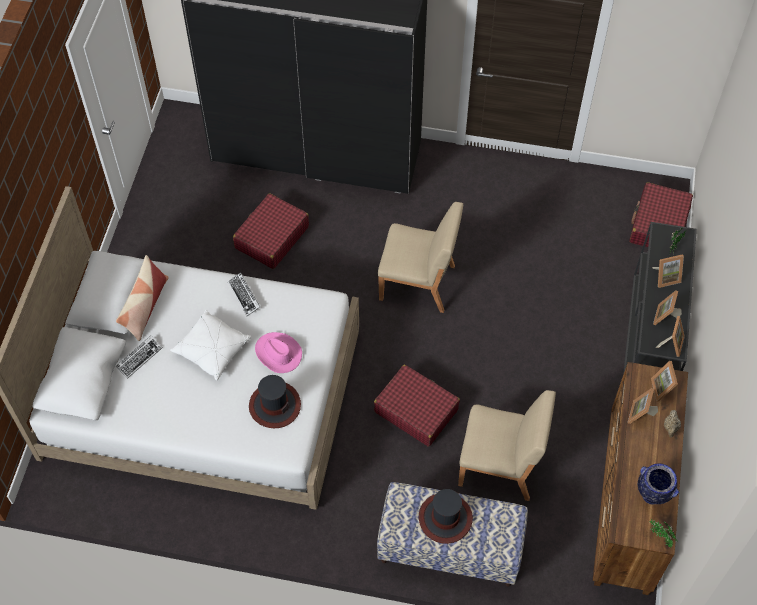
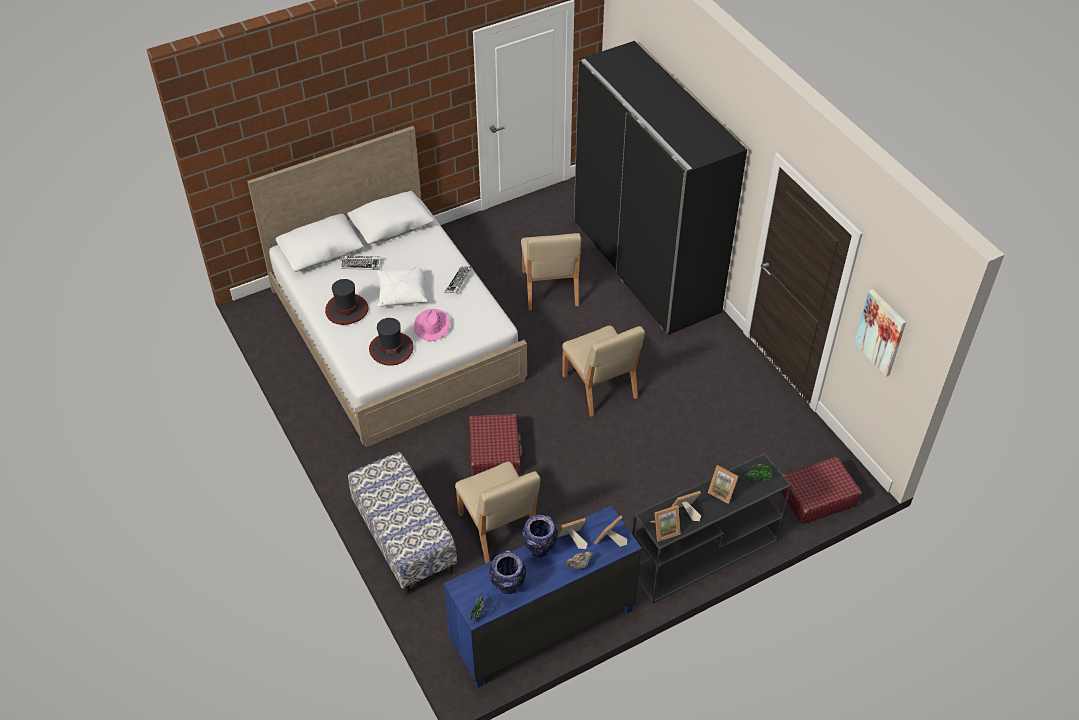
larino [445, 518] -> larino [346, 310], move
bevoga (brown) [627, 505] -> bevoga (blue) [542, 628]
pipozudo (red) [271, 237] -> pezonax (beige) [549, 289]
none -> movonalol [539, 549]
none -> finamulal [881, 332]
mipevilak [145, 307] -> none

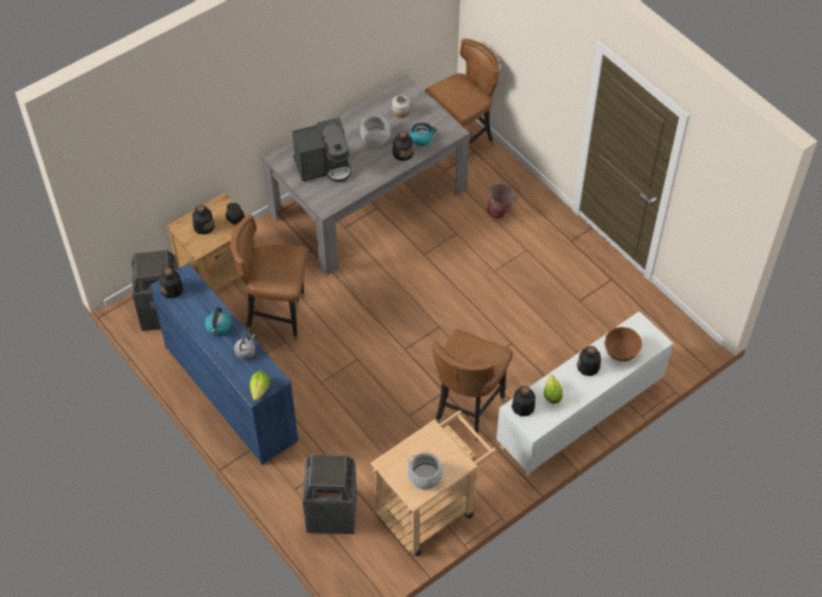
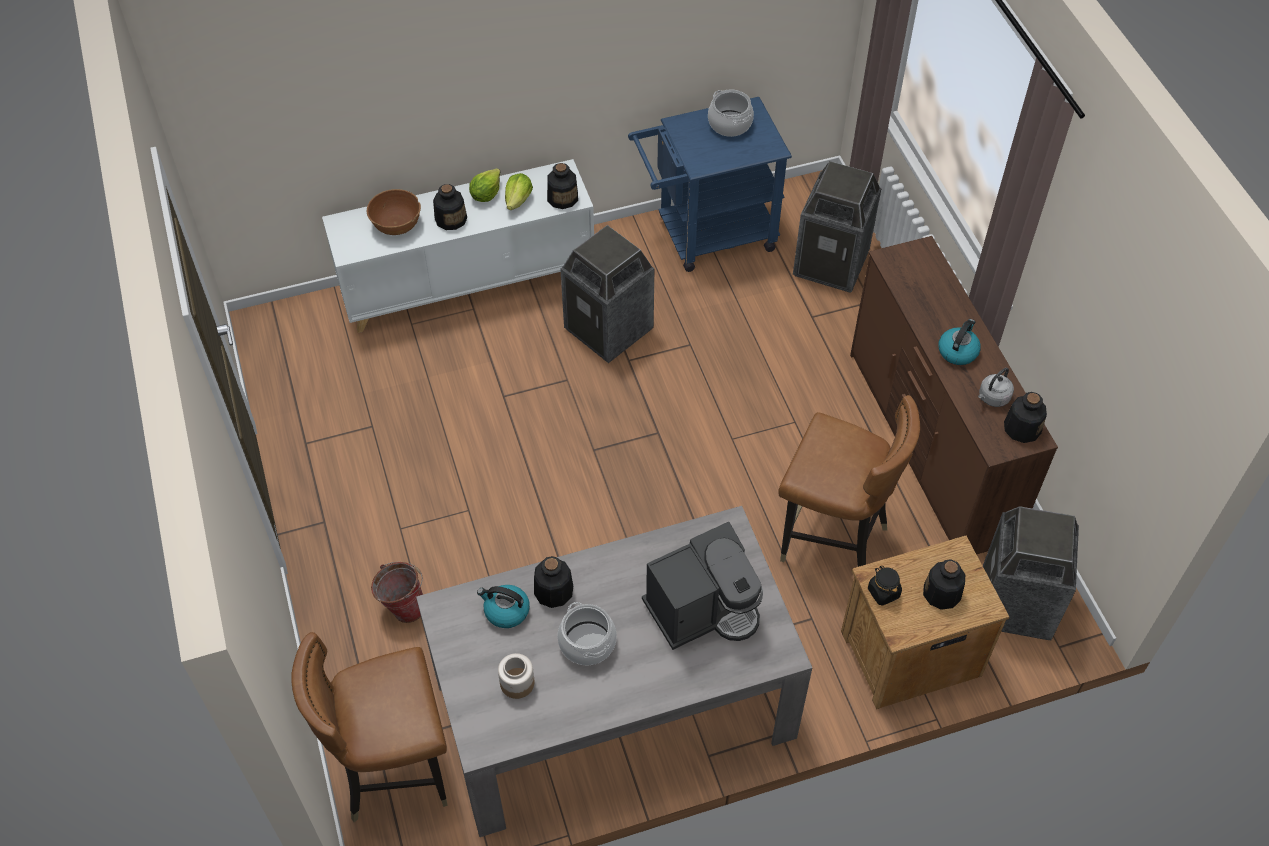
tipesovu [260, 390] -> tipesovu [486, 194], move
pezonax (brown) [467, 410] -> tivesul [609, 329]
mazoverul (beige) [431, 508] -> mazoverul (blue) [706, 235]
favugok [324, 166] -> favugok [703, 609], 150 degrees clockwise
bevoga (blue) [231, 392] -> bevoga (brown) [929, 446]
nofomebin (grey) [246, 351] -> nofomebin (grey) [992, 398], move

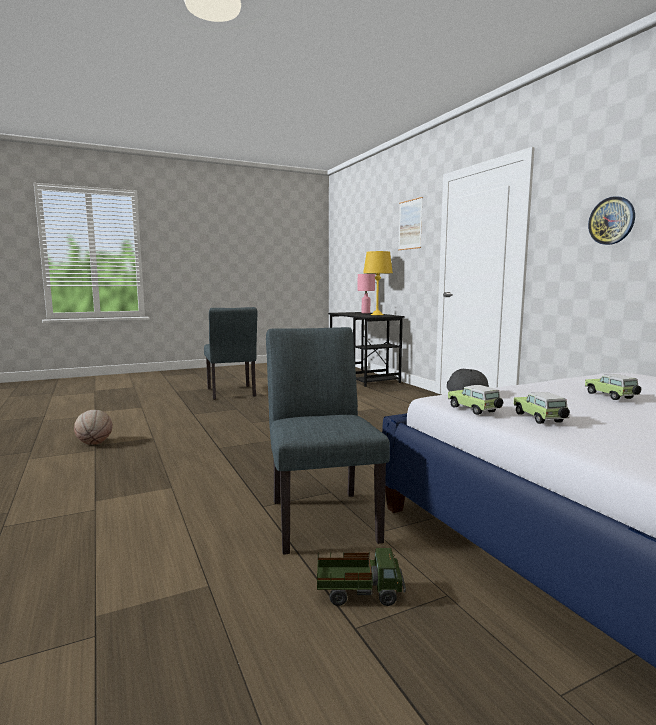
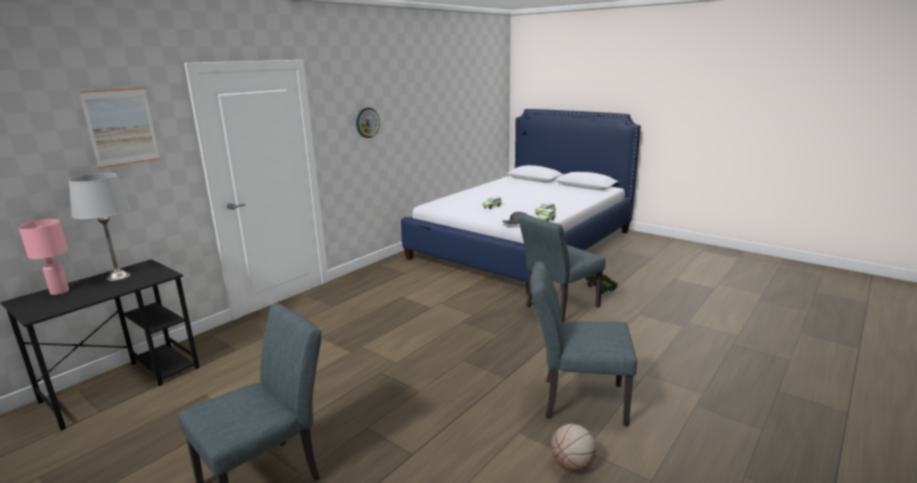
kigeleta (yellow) [377, 314] -> kigeleta (grey) [118, 276]
none -> pezonax (grey) [576, 400]

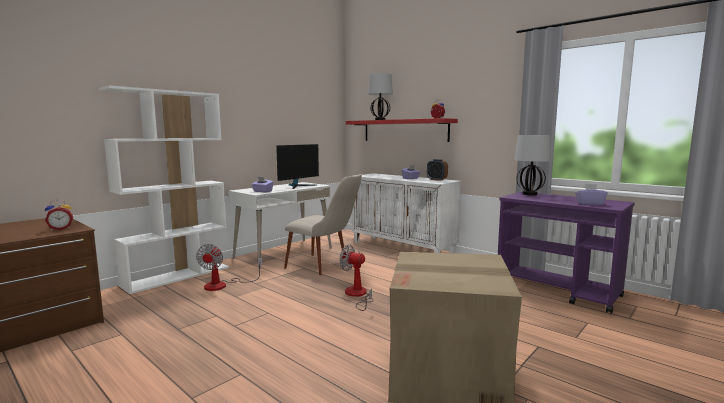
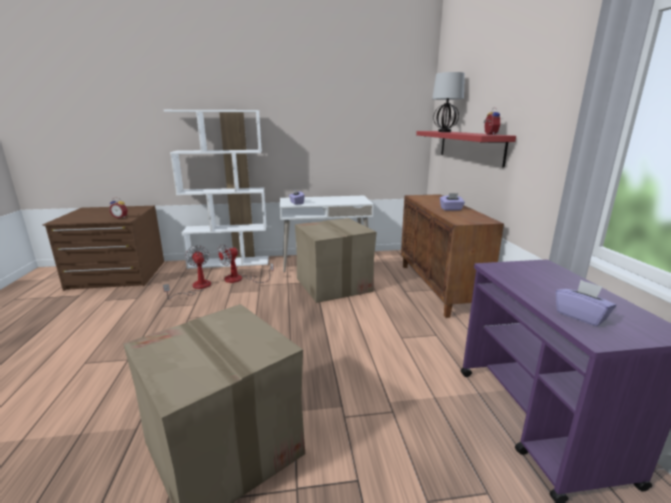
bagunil [357, 295] -> bagunil [196, 287], move
pezonax (beige) [325, 266] -> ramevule [334, 285]
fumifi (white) [403, 248] -> fumifi (brown) [439, 287]
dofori [298, 186] -> none
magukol [436, 179] -> none
kigeleta [529, 194] -> none

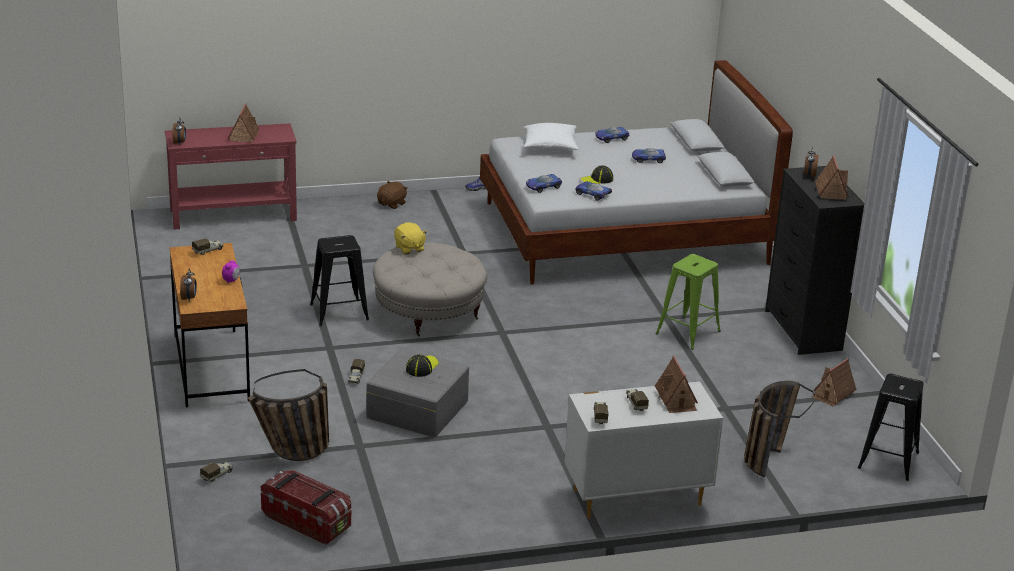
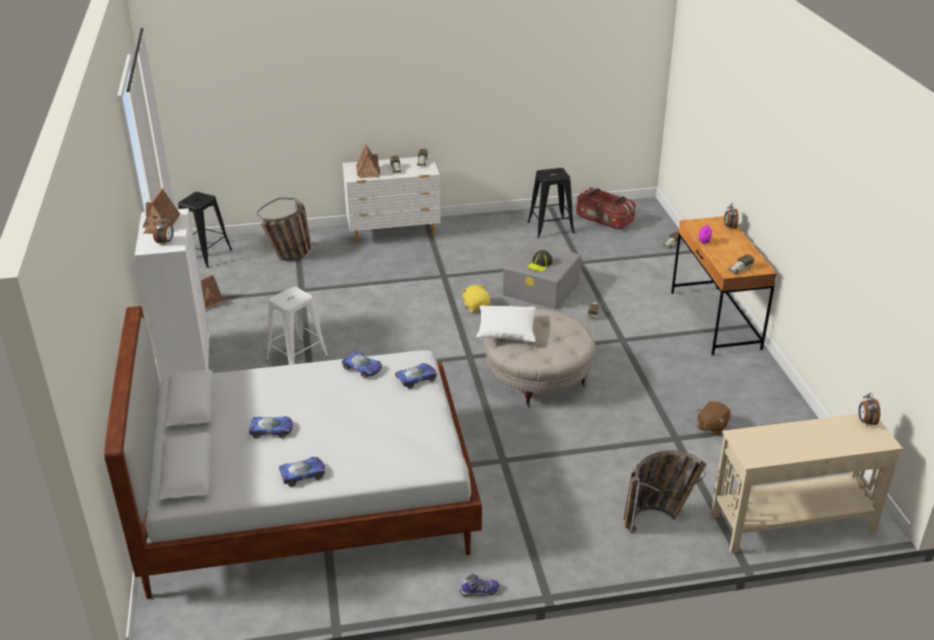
bevoga (black) [803, 331] -> bevoga (white) [187, 361]
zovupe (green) [687, 333] -> zovupe (white) [298, 358]
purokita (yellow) [409, 248] -> purokita (yellow) [476, 307], move
mipevilak (white) [550, 146] -> mipevilak (white) [506, 331], move
zovupe (black) [339, 312] -> zovupe (black) [550, 228], move
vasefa [291, 453] -> vasefa [658, 518], move
purokita (brown) [392, 204] -> purokita (brown) [711, 427], move
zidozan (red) [234, 215] -> zidozan (beige) [791, 523]
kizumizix [244, 135] -> none
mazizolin [597, 180] -> none

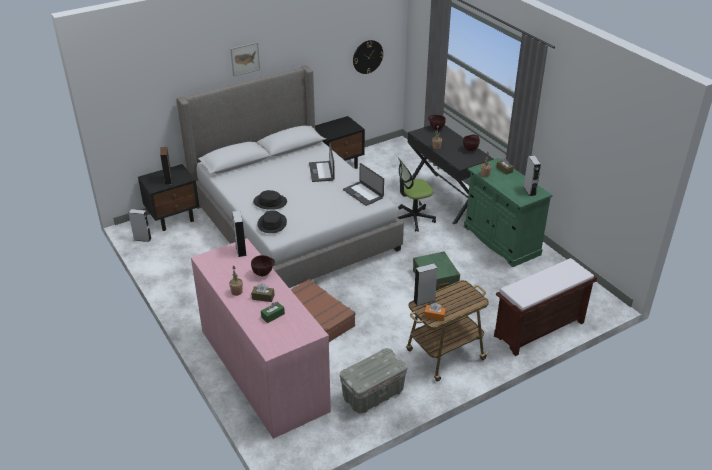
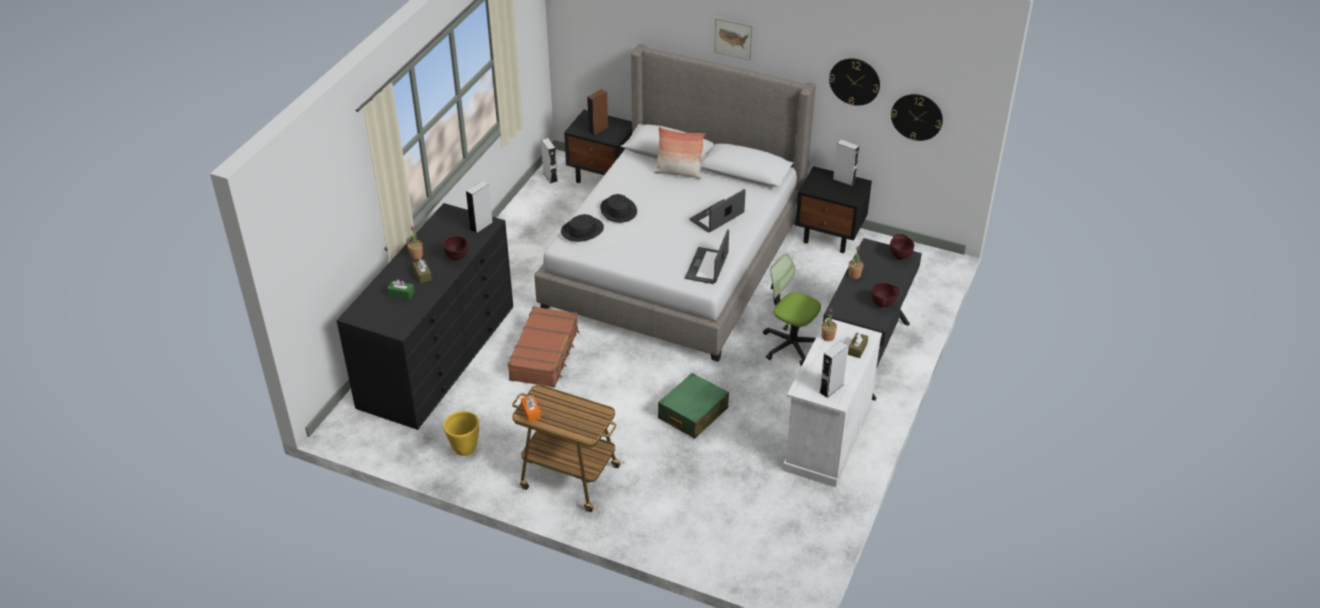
bevoga (pink) [263, 369] -> bevoga (black) [437, 355]
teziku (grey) [373, 395] -> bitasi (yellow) [464, 449]
none -> mipevilak [679, 173]
fumifi (green) [501, 241] -> fumifi (white) [827, 439]
none -> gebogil [854, 81]
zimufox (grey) [424, 300] -> zimufox (grey) [844, 180], move
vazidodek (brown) [538, 330] -> none

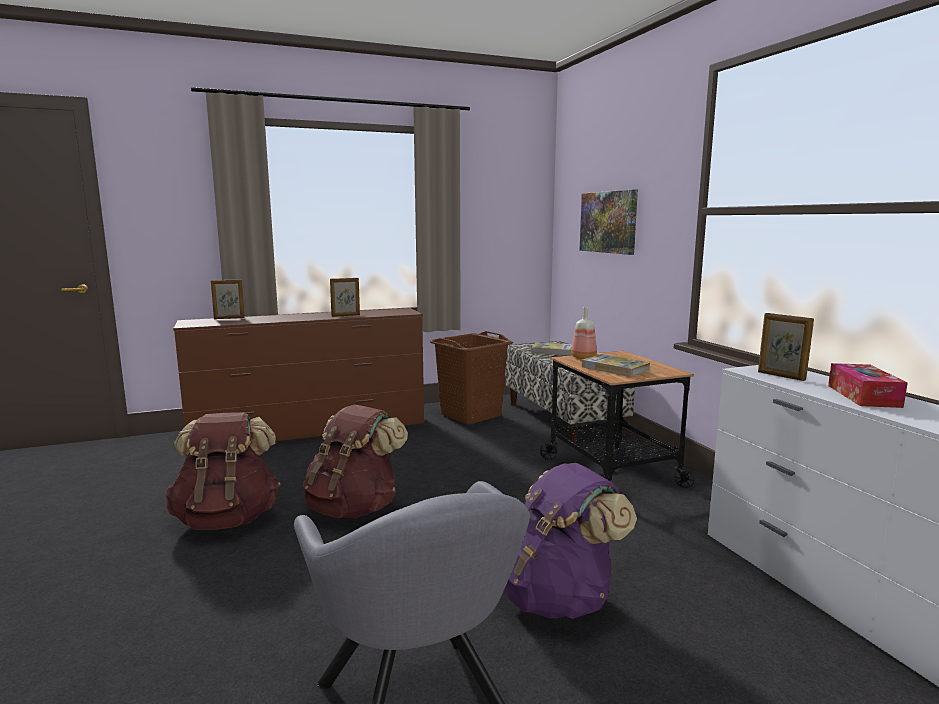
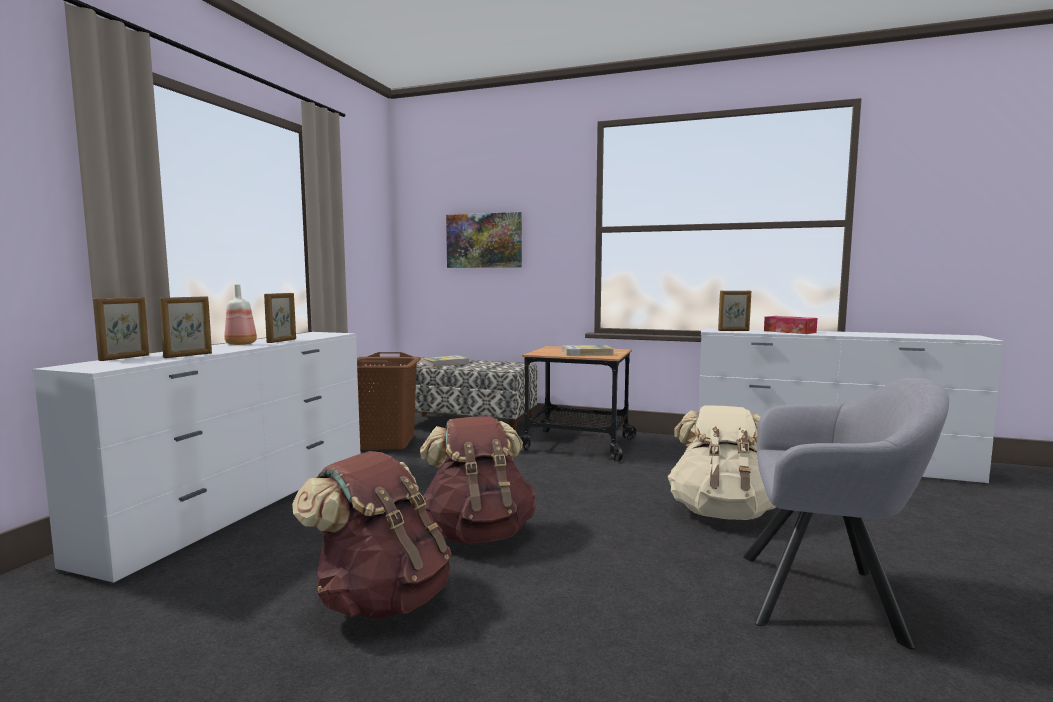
bevoga (brown) [311, 431] -> bevoga (white) [244, 503]
none -> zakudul [188, 355]
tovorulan [583, 357] -> tovorulan [240, 344], move
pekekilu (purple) [557, 598] -> pekekilu (beige) [721, 513]

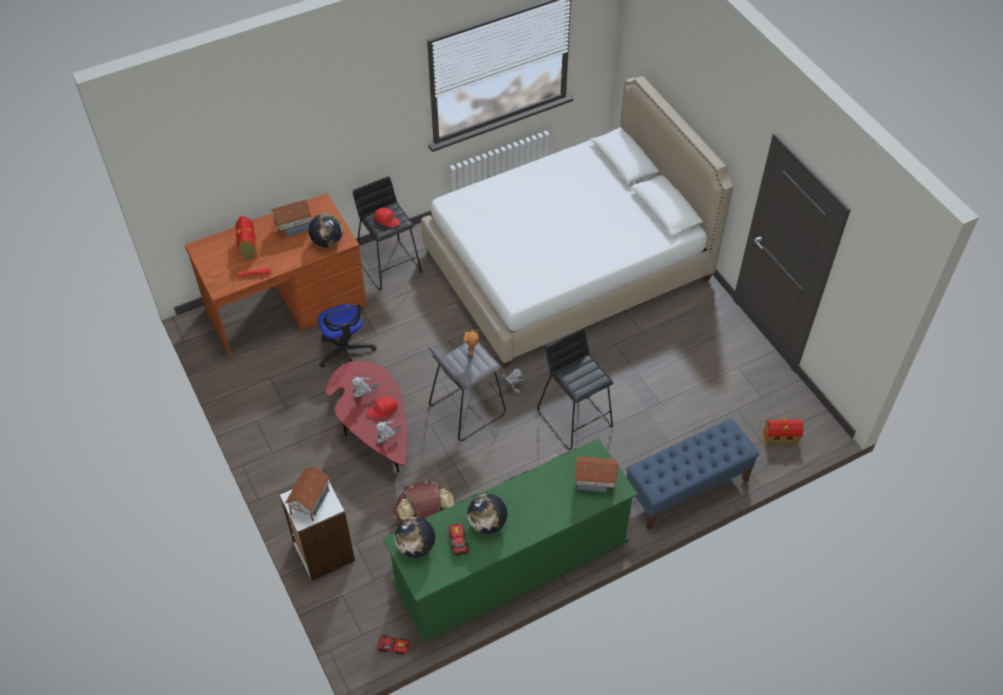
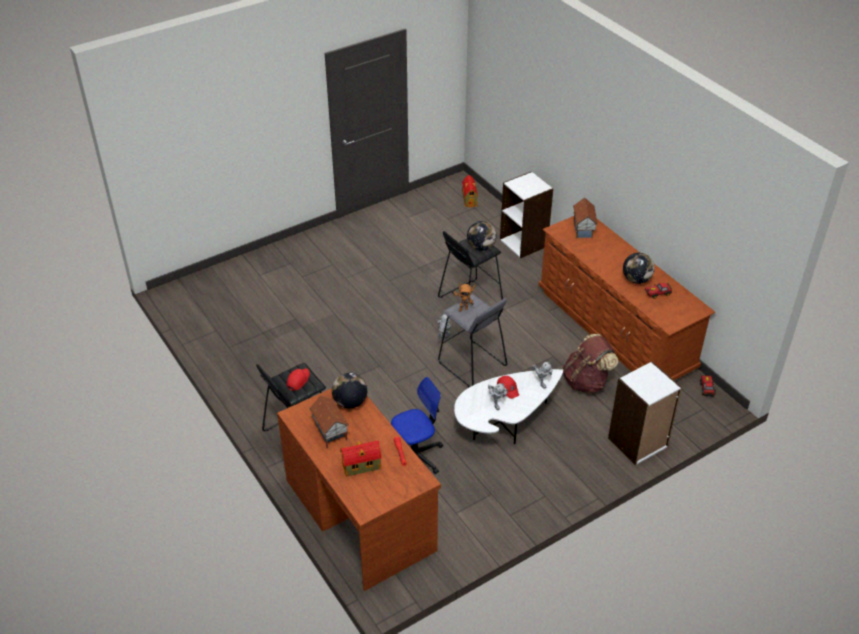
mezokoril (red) [374, 429] -> mezokoril (white) [503, 423]
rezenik [415, 547] -> rezenik [481, 247], move
vazidodek (blue) [686, 489] -> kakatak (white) [524, 243]
bevoga (green) [510, 565] -> bevoga (brown) [614, 329]
kizumizix [309, 502] -> none
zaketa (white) [567, 265] -> none

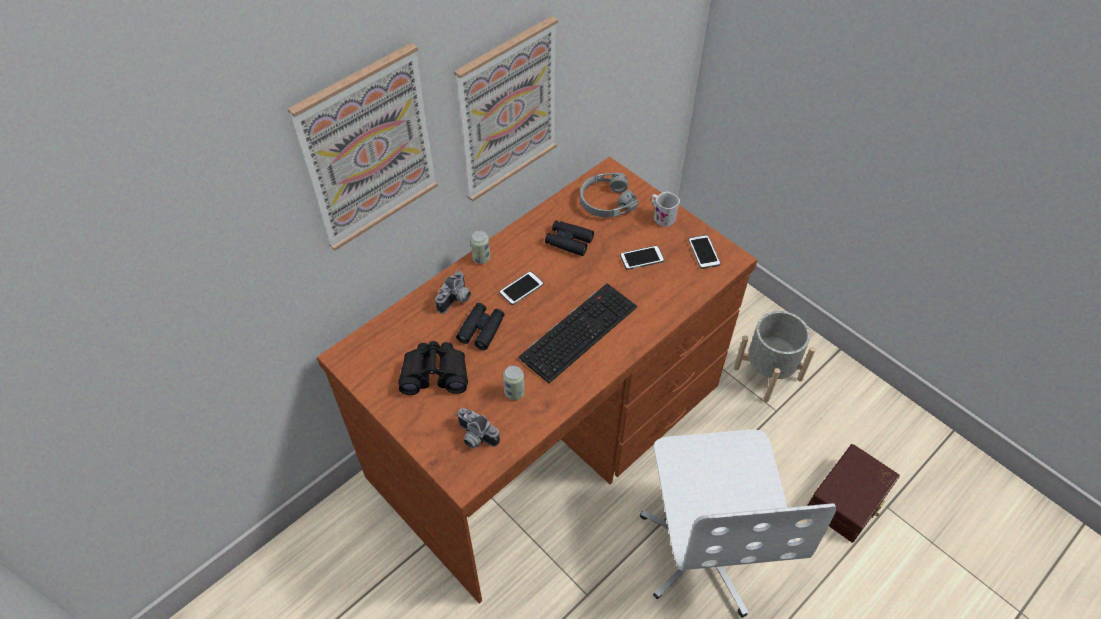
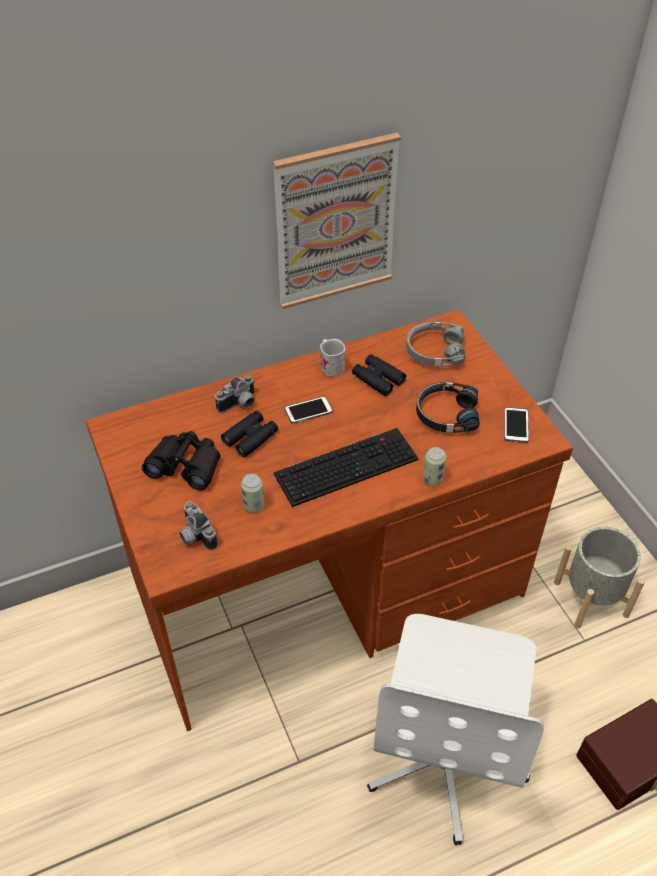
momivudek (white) [661, 216] -> momivudek (white) [330, 366], move
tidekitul [642, 258] -> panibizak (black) [446, 414]
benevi [481, 258] -> benevi [432, 479], move
finamulal [368, 149] -> none

